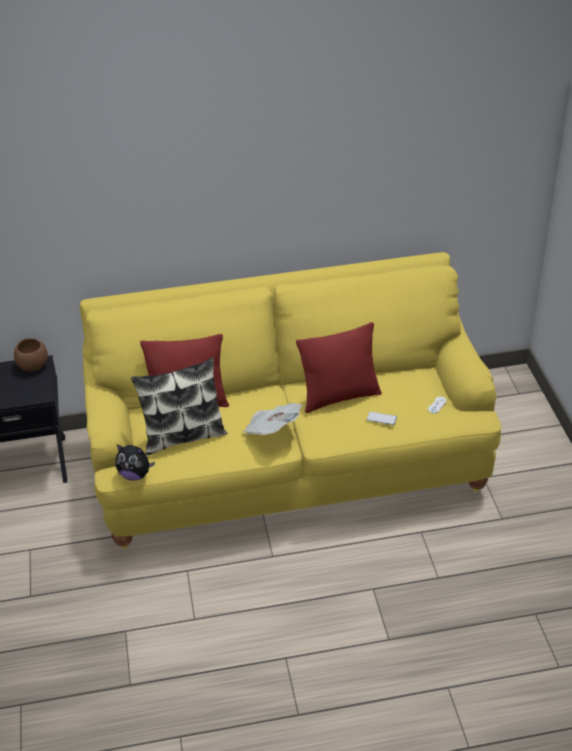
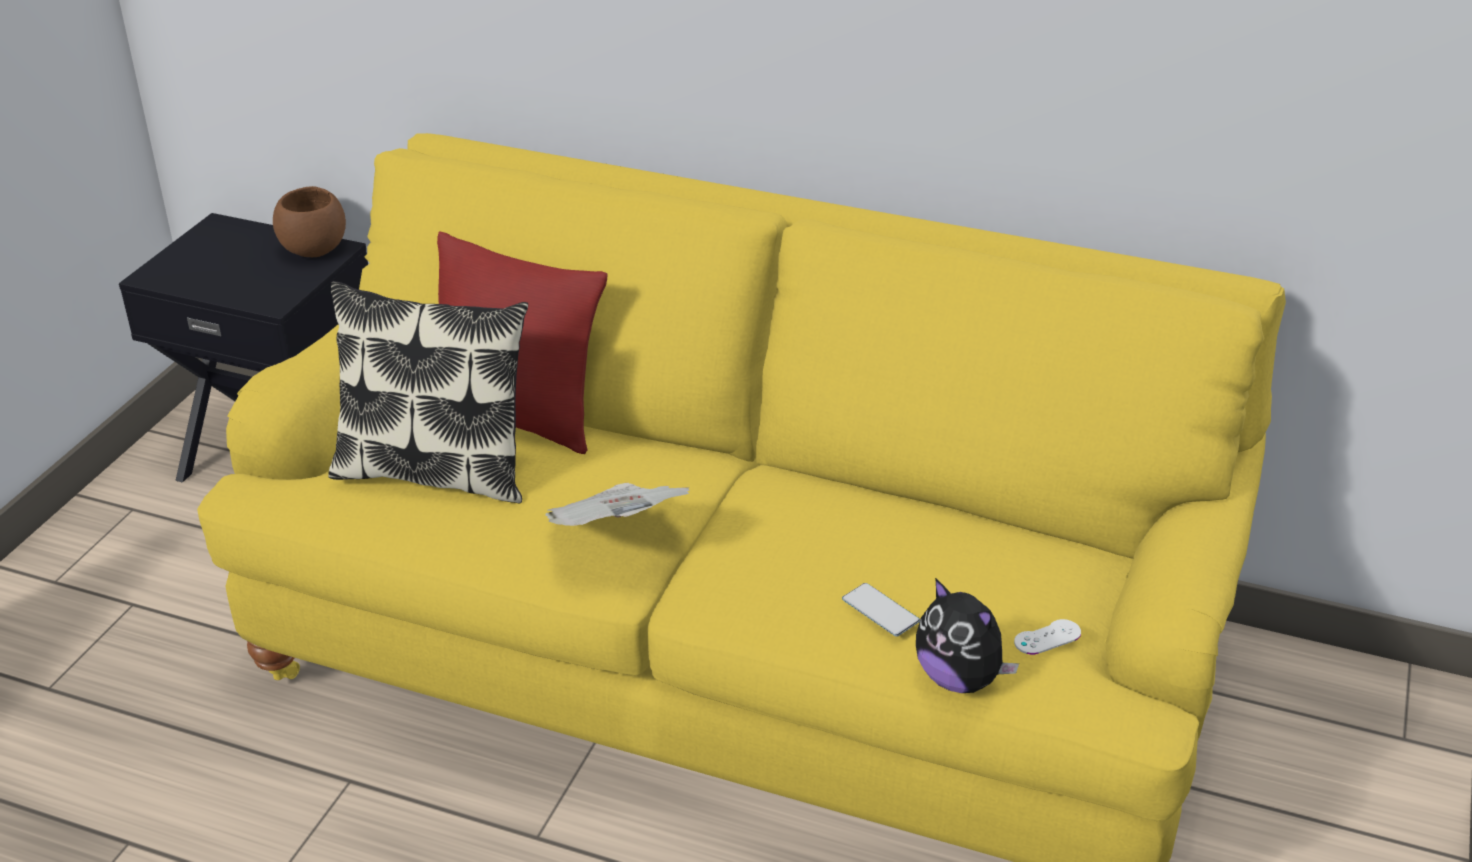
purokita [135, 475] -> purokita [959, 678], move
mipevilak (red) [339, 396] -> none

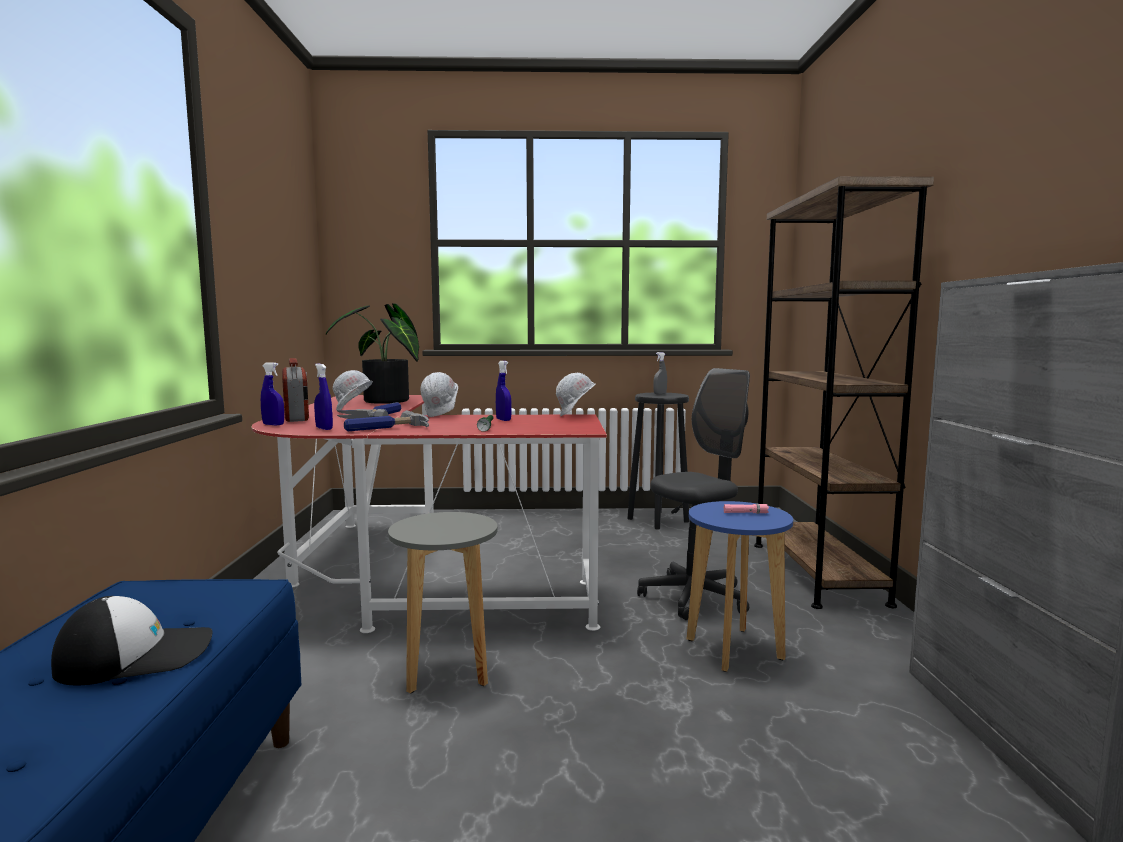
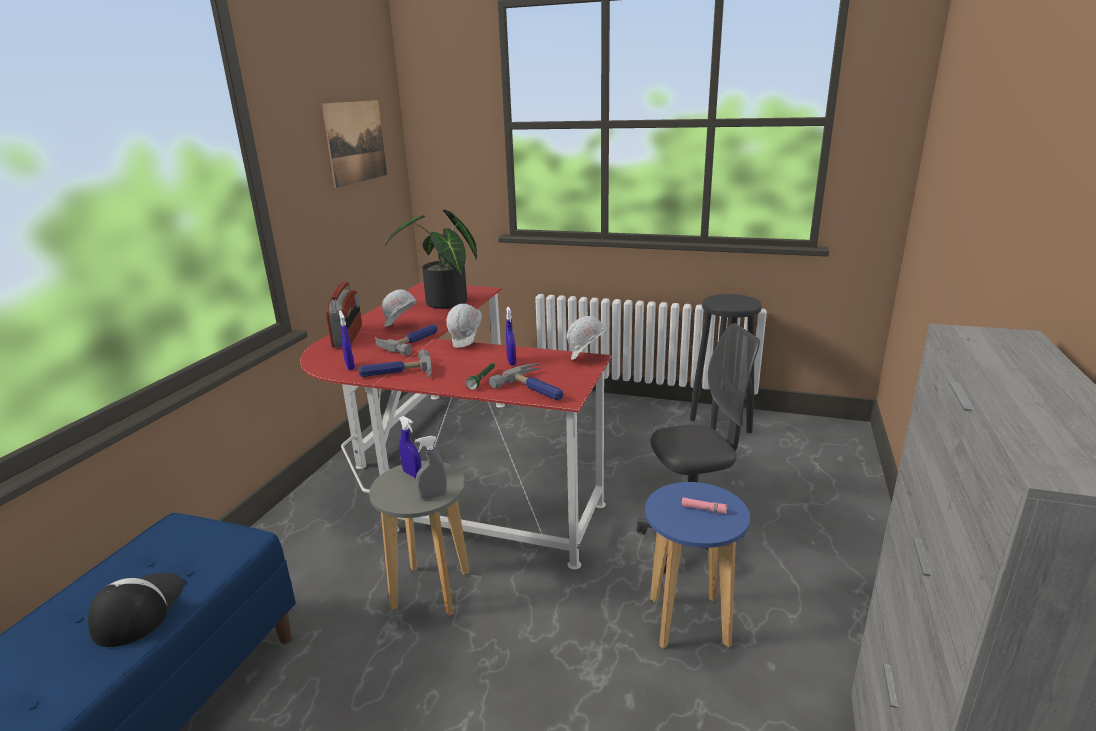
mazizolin [137, 655] -> mazizolin [138, 609], 90 degrees counterclockwise
none -> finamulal [356, 142]
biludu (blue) [273, 424] -> biludu (blue) [412, 474], move
biludu (grey) [660, 394] -> biludu (grey) [433, 496], move
none -> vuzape [536, 388]
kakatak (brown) [816, 572] -> none

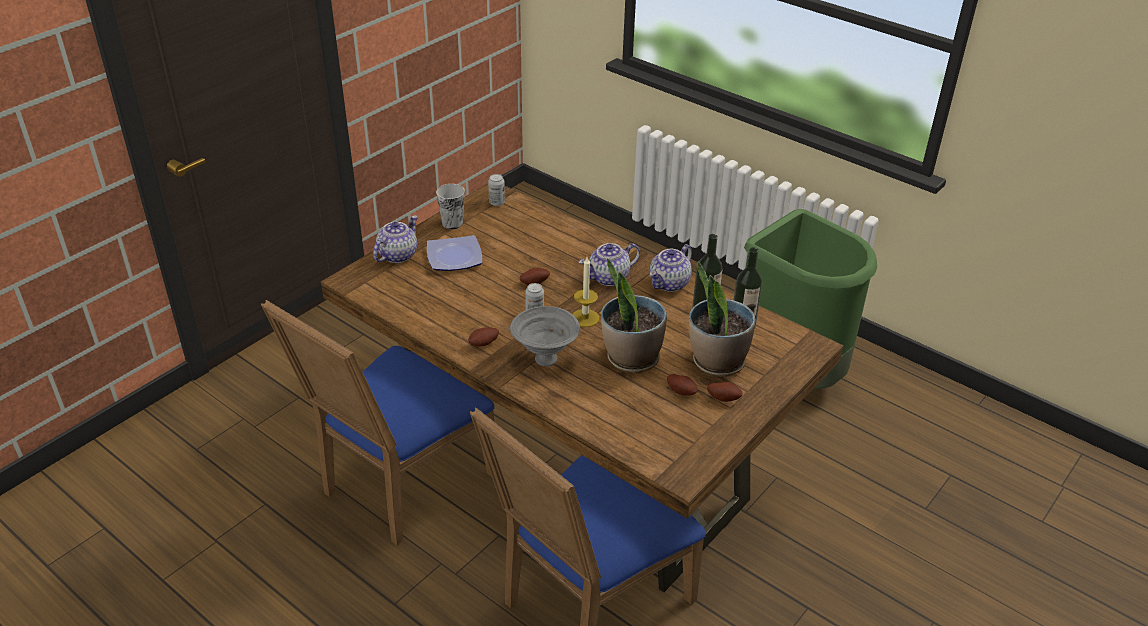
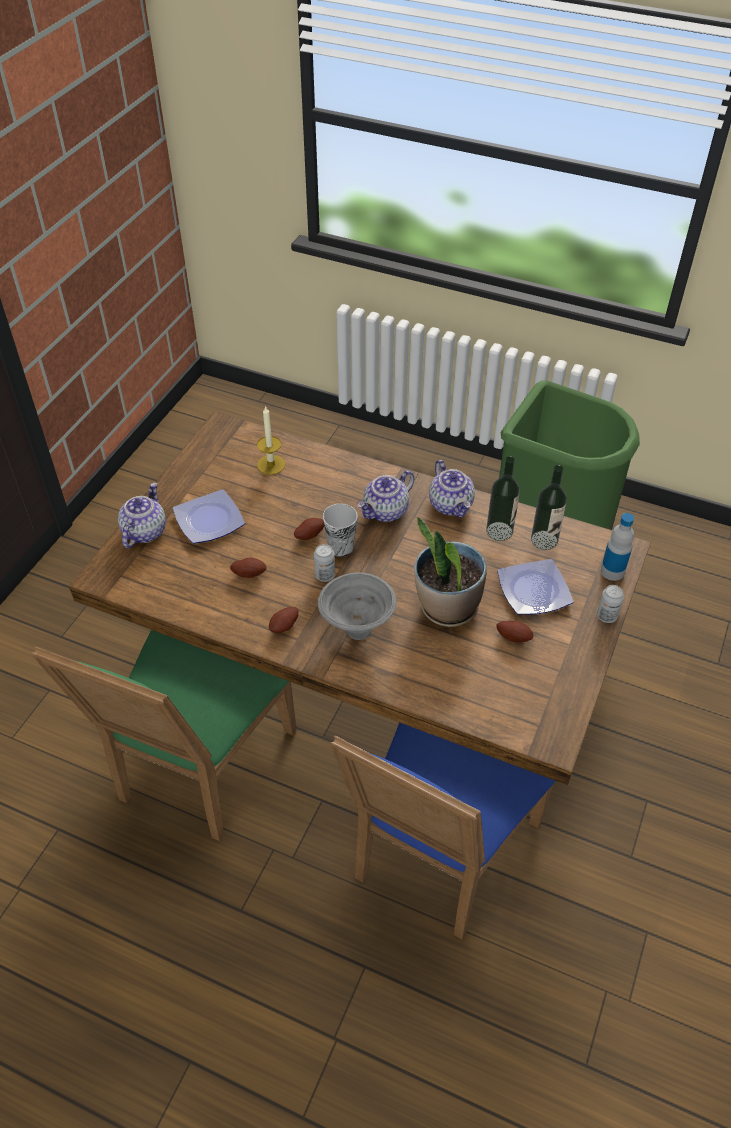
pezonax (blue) [400, 486] -> pezonax (green) [198, 770]
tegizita [724, 398] -> tegizita [249, 573], move
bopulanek [585, 318] -> bopulanek [271, 465], move
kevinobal [452, 223] -> kevinobal [341, 547], move
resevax [669, 284] -> resevax [451, 505], 45 degrees counterclockwise
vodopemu [716, 362] -> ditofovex [535, 591]
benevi [497, 202] -> benevi [607, 616], move
none -> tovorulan [612, 571]

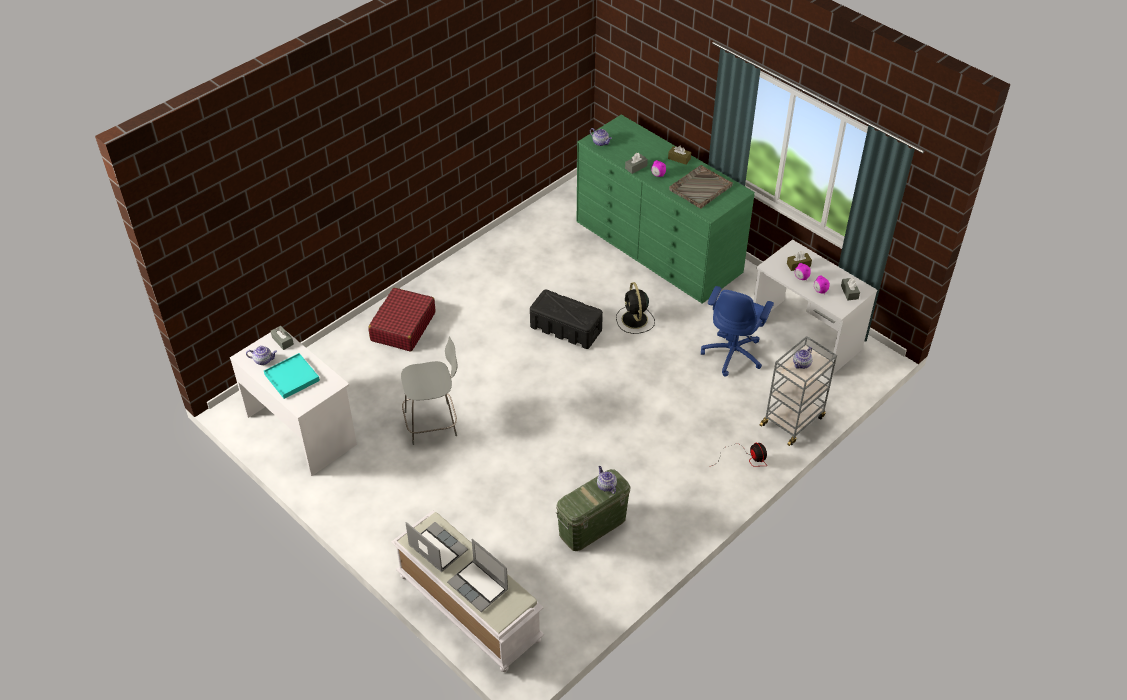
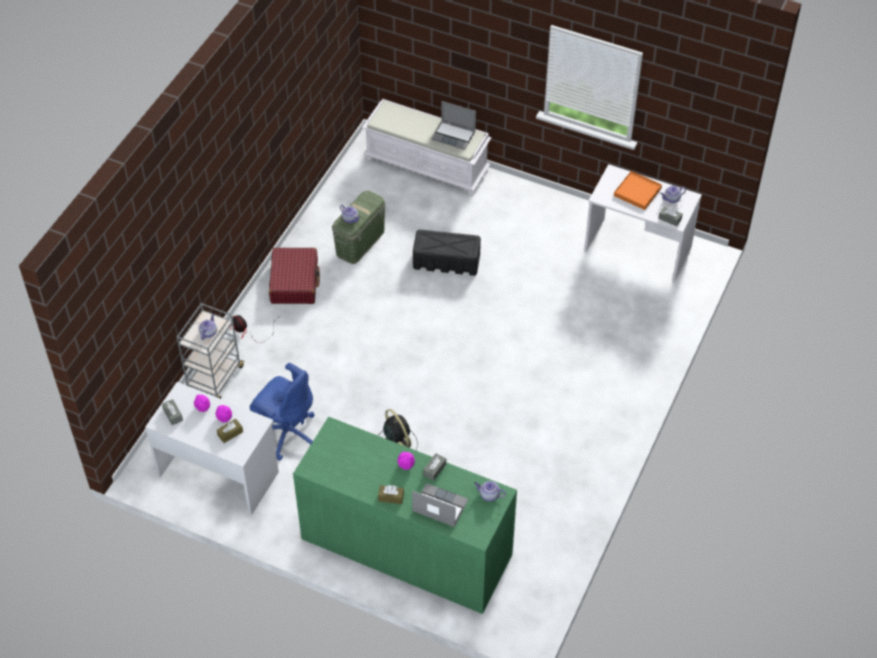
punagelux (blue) [733, 354] -> punagelux (blue) [287, 432], 120 degrees clockwise
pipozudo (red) [403, 327] -> pipozudo (red) [294, 282], move
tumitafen [479, 586] -> tumitafen [439, 506], move
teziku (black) [565, 328] -> teziku (black) [447, 261], move
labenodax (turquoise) [292, 377] -> labenodax (orange) [637, 192]
pezonax (grey) [433, 423] -> none
labenodax (grey) [700, 188] -> none

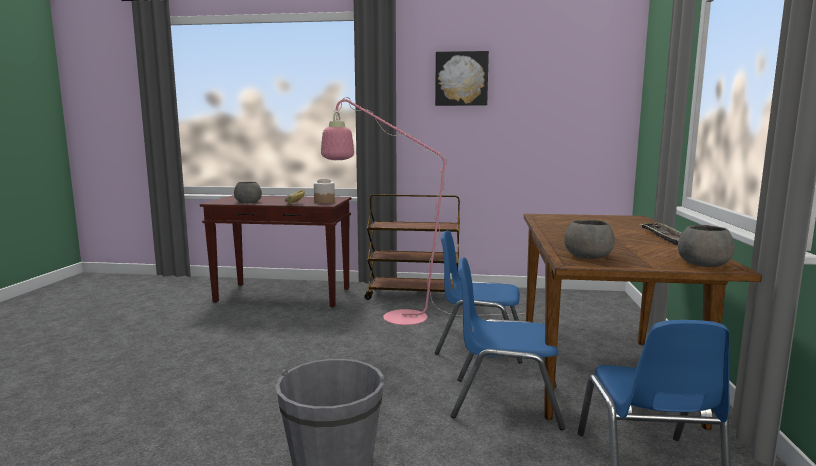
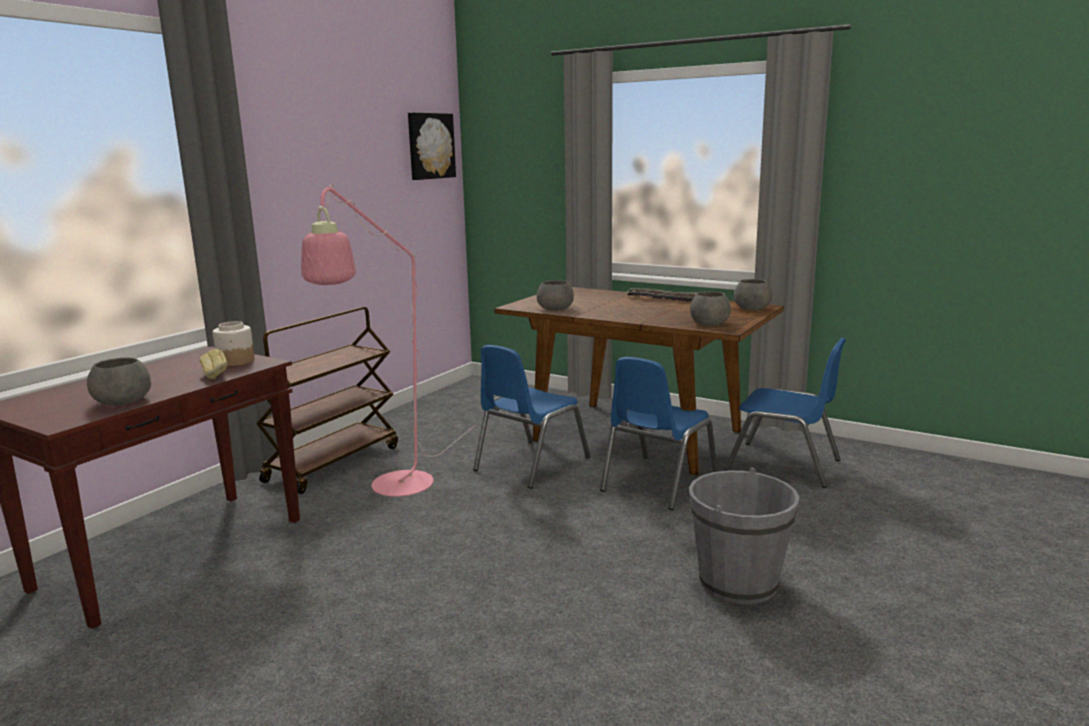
finamulal [461, 79] -> finamulal [430, 146], move
none -> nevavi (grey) [556, 309]

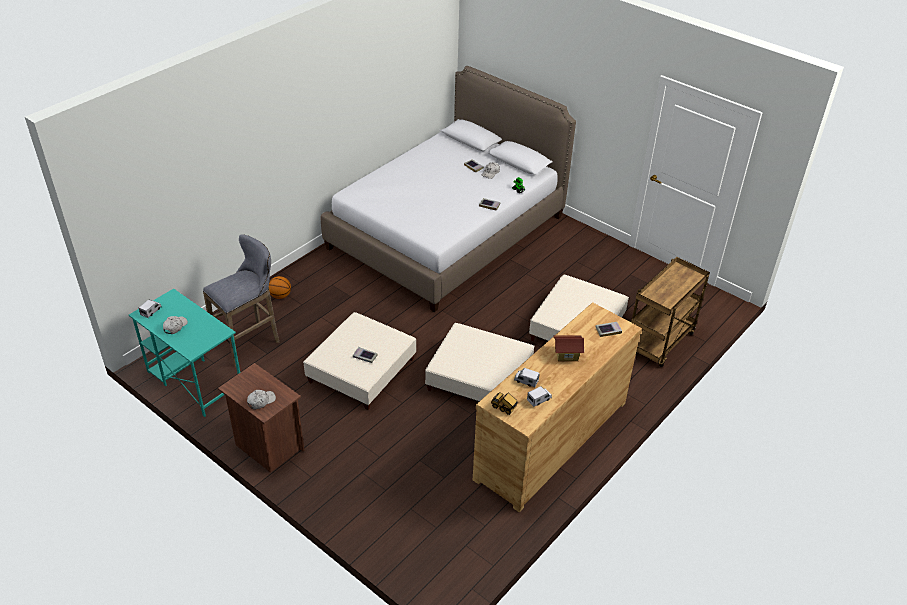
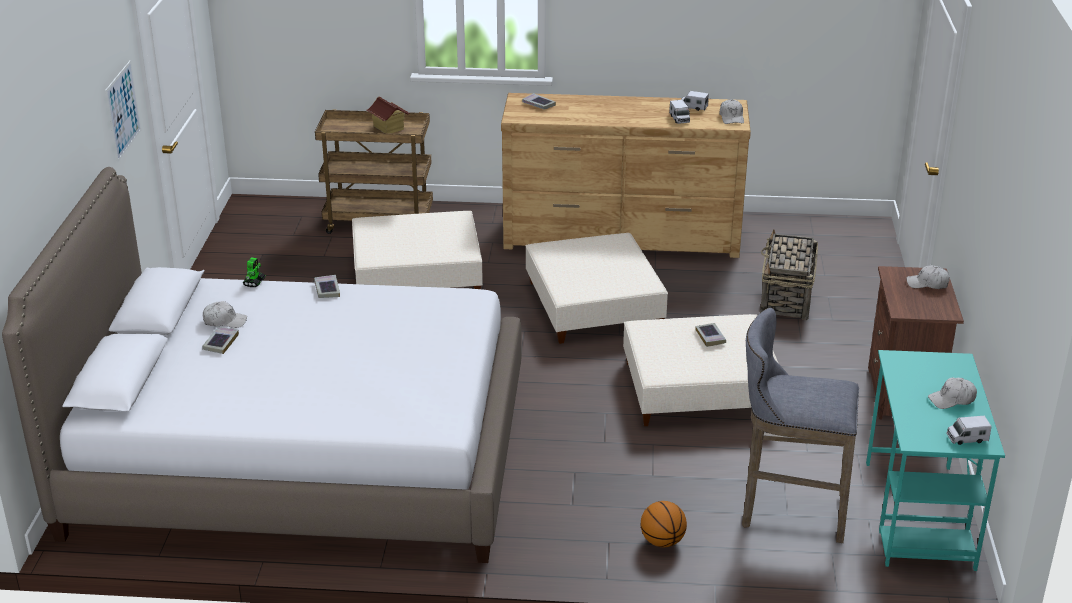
none -> finamulal [123, 110]
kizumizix [567, 355] -> kizumizix [388, 128], move
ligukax [504, 408] -> mazizolin (white) [731, 117]
none -> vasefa [786, 298]

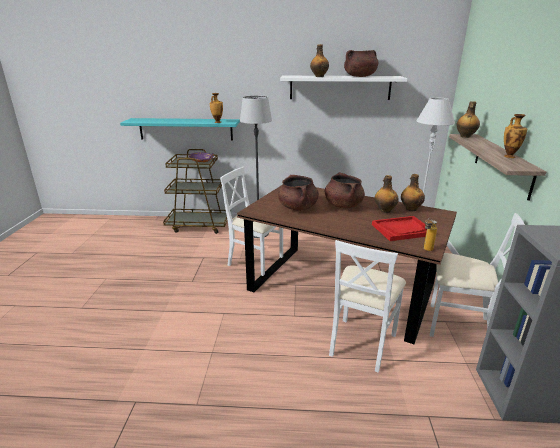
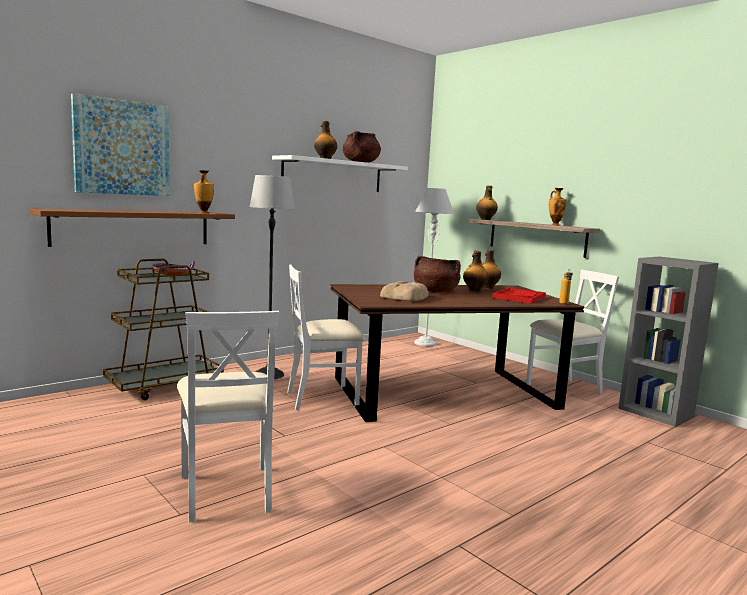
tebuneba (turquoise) [185, 129] -> tebuneba (brown) [133, 228]
none -> finamulal [122, 148]
pezonax (white) [361, 343] -> pezonax (white) [227, 491], move
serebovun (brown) [298, 208] -> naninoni [405, 297]

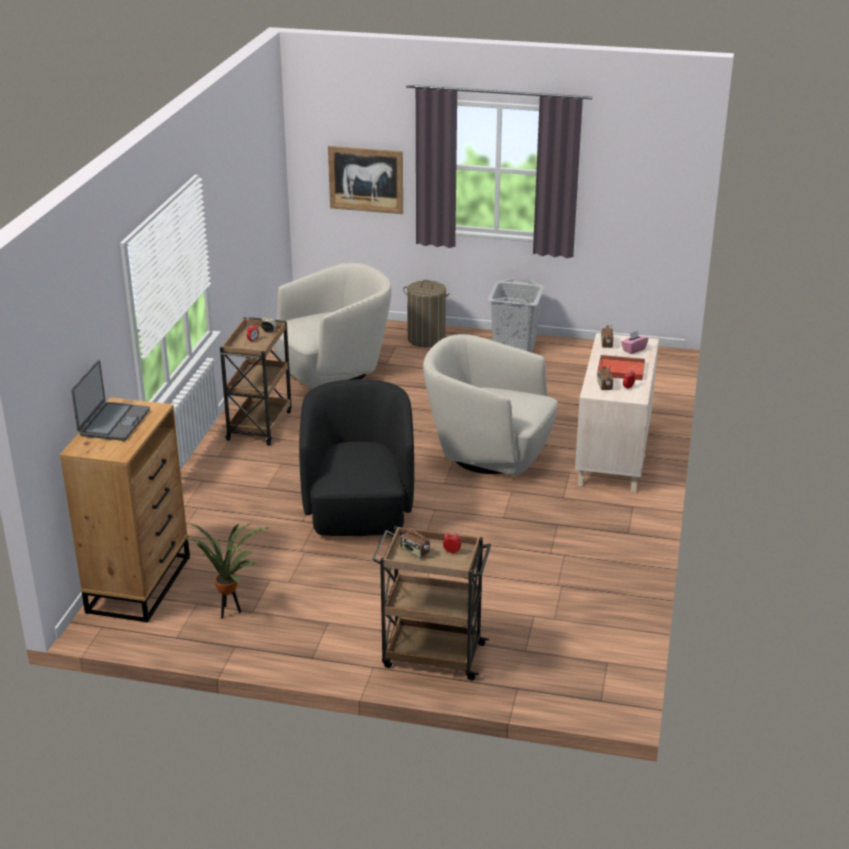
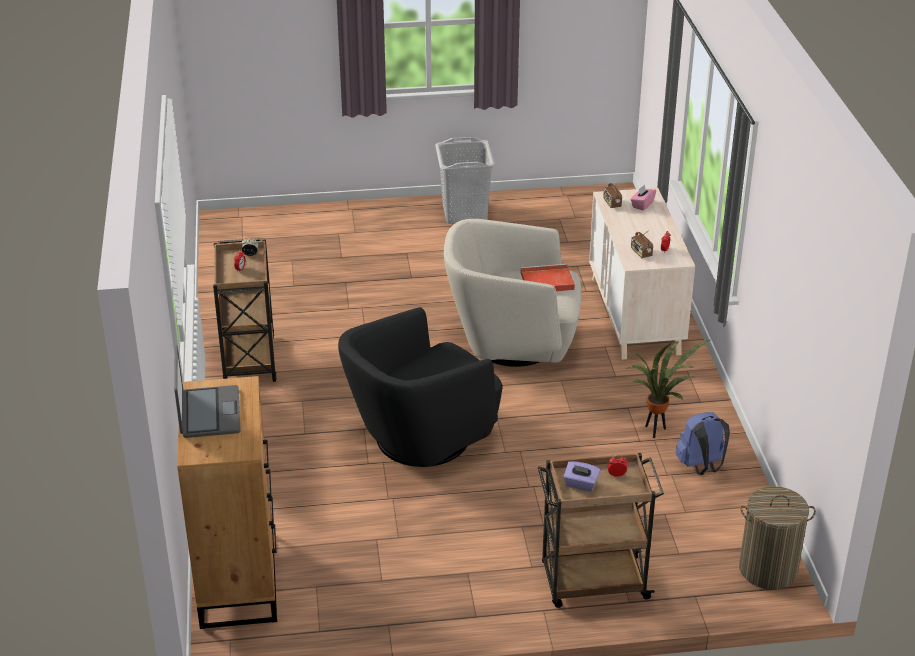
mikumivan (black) [359, 511] -> mikumivan (black) [420, 438], 105 degrees counterclockwise
labenodax (red) [619, 370] -> labenodax (red) [546, 281], move
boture [414, 552] -> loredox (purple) [580, 484]
vodopemu [230, 612] -> vodopemu [656, 431], move
none -> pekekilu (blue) [701, 466]
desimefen [426, 339] -> desimefen [768, 570], move
mikumivan (beige) [333, 370] -> none
finamulal [366, 179] -> none

